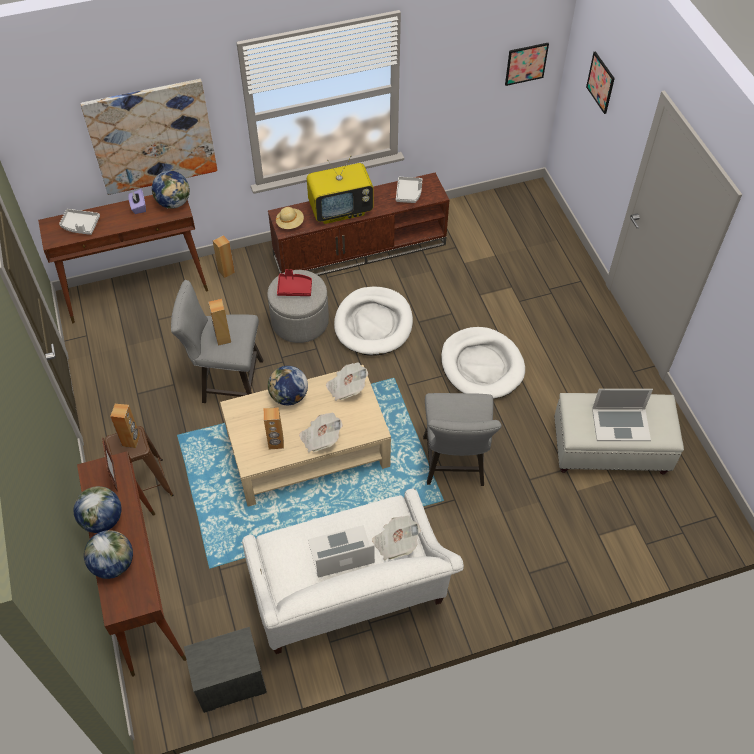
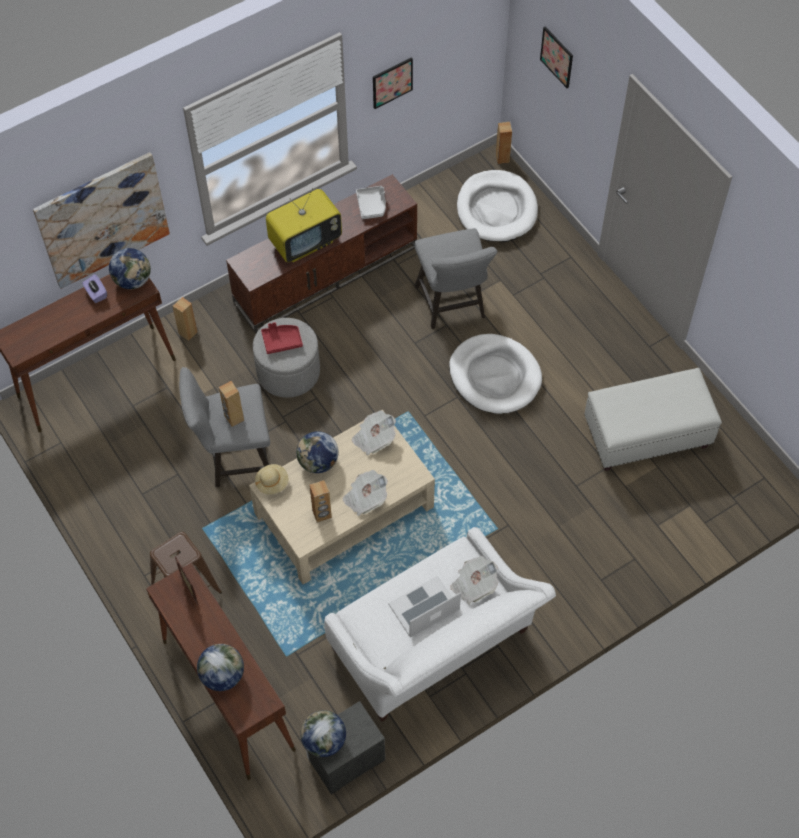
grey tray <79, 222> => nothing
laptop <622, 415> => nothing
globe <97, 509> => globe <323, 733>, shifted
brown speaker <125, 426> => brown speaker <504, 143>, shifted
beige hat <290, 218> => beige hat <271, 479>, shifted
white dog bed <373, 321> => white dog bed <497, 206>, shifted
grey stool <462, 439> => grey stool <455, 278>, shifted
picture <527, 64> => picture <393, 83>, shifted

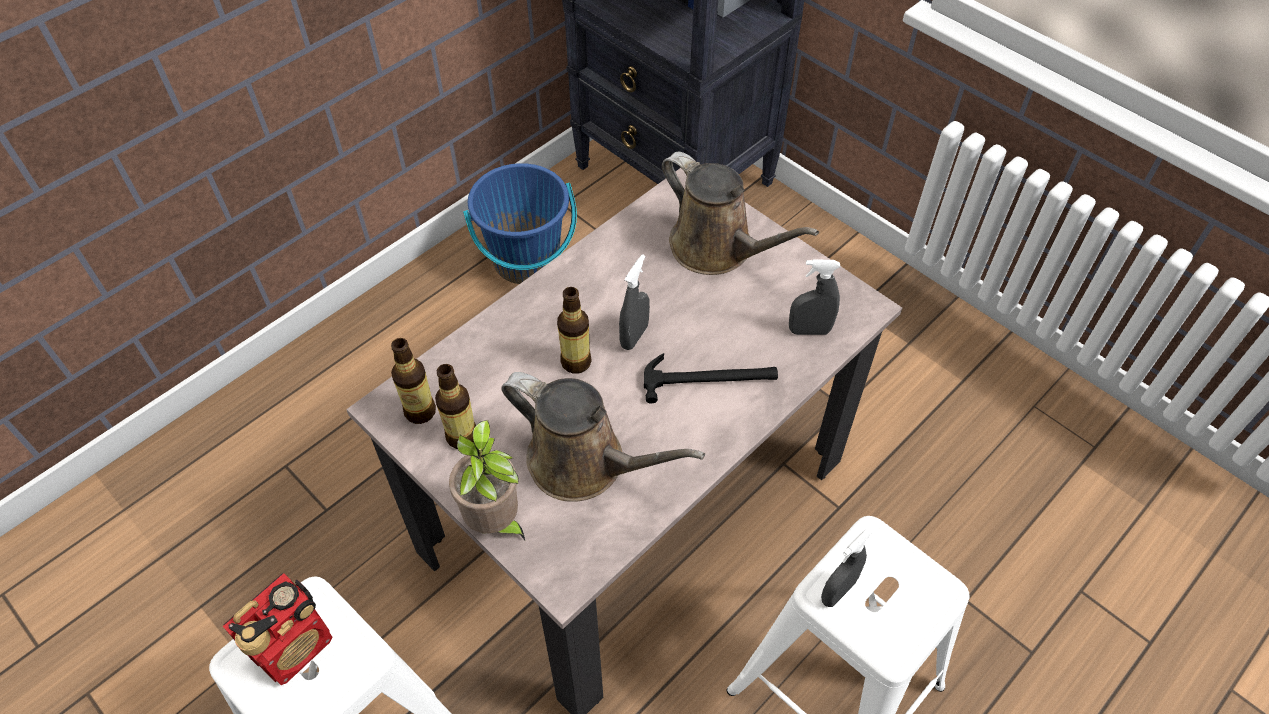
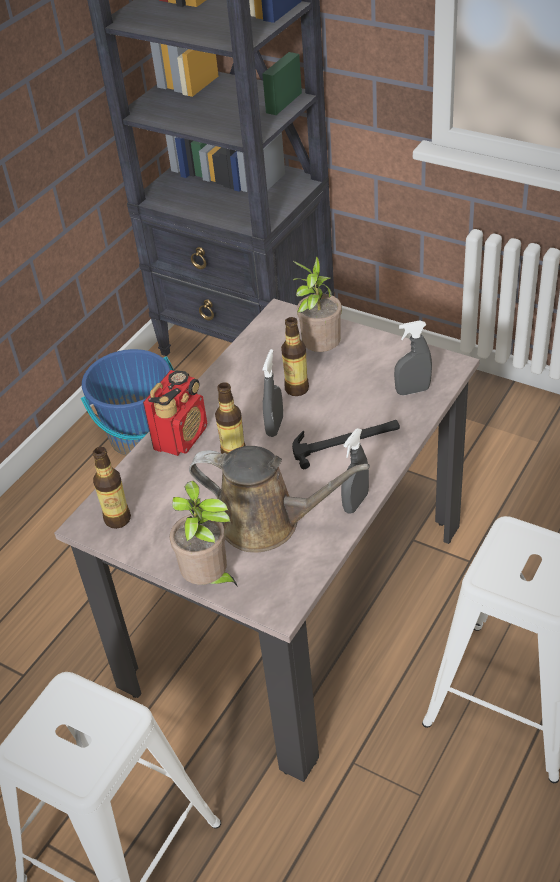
radio <277, 629> => radio <175, 413>, shifted
bottle <455, 406> => bottle <295, 356>, shifted
grey spray bottle <846, 568> => grey spray bottle <355, 471>, shifted
brown watering can <740, 213> => potted plant <317, 304>

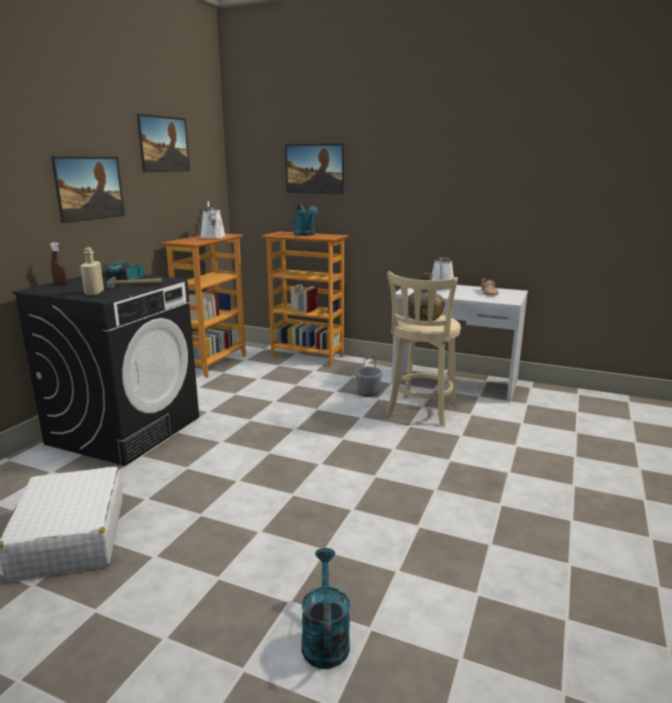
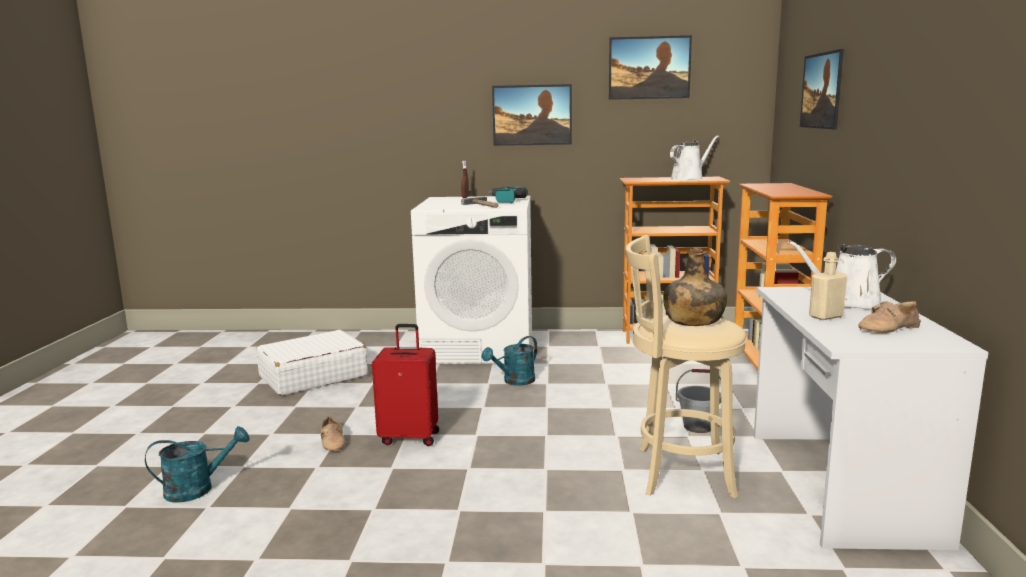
nothing => beige shoe <333, 433>
nothing => red suitcase <405, 385>
beige bottle <92, 271> => beige bottle <828, 286>, shifted
turquoise watering can <306, 220> => turquoise watering can <510, 361>, shifted
black washing machine <105, 369> => white washing machine <471, 279>

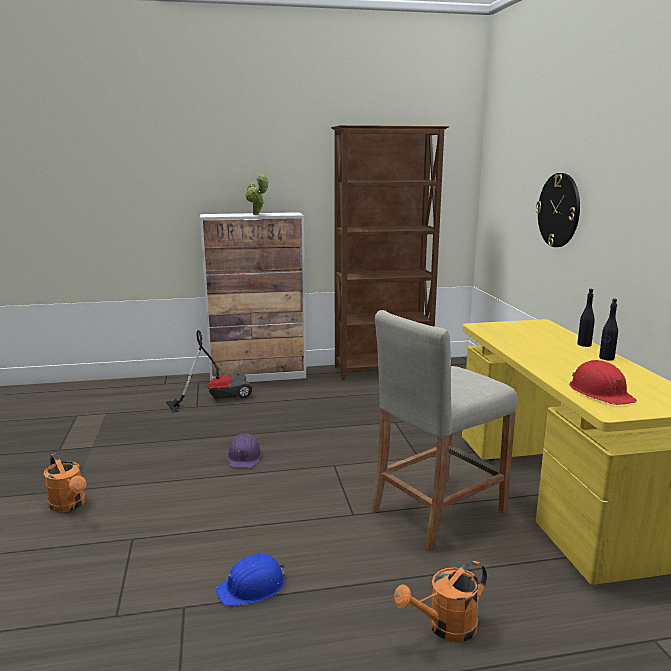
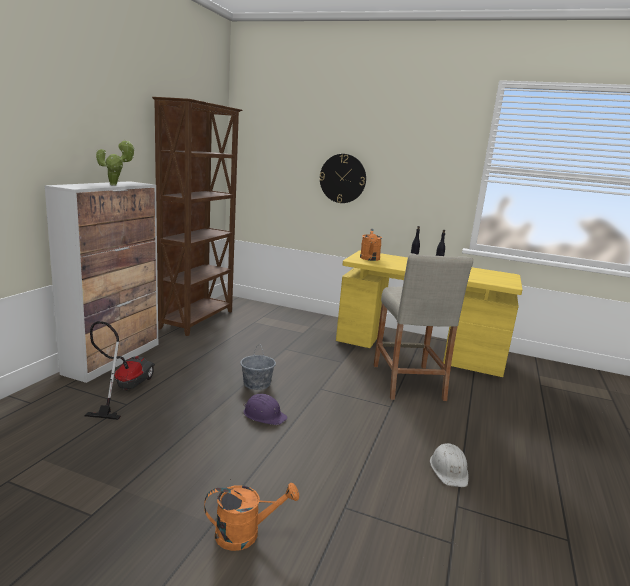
red hard hat <603, 382> => nothing
nothing => grey bucket <258, 367>
orange watering can <440, 601> => orange watering can <371, 245>, shifted
blue hard hat <251, 580> => white hard hat <449, 465>

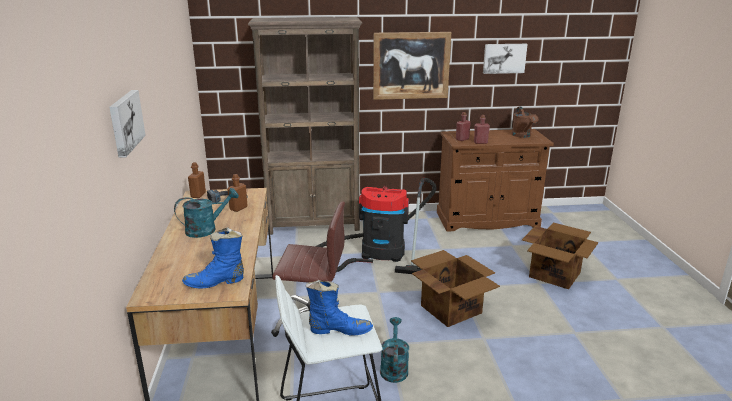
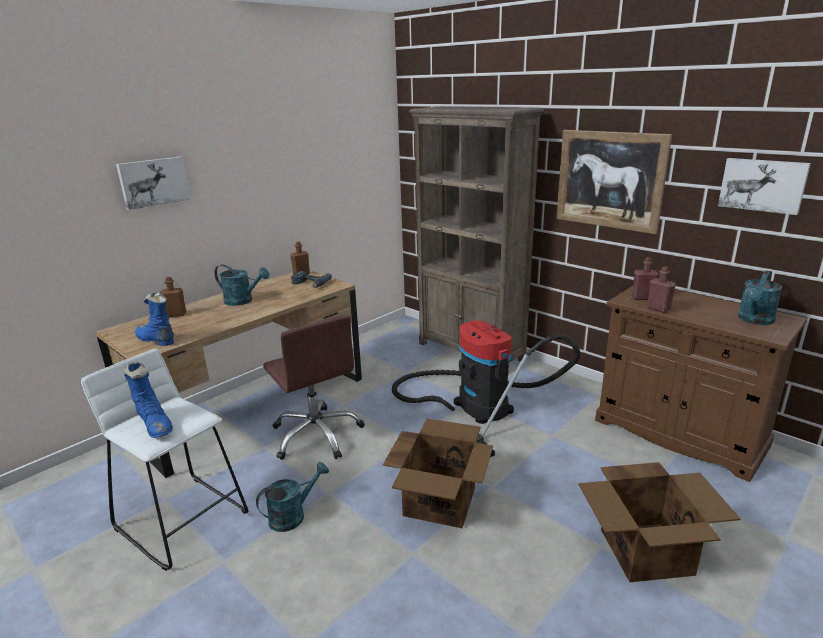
brown bottle <237, 193> => brown bottle <173, 297>, shifted
brown watering can <525, 122> => turquoise watering can <760, 297>

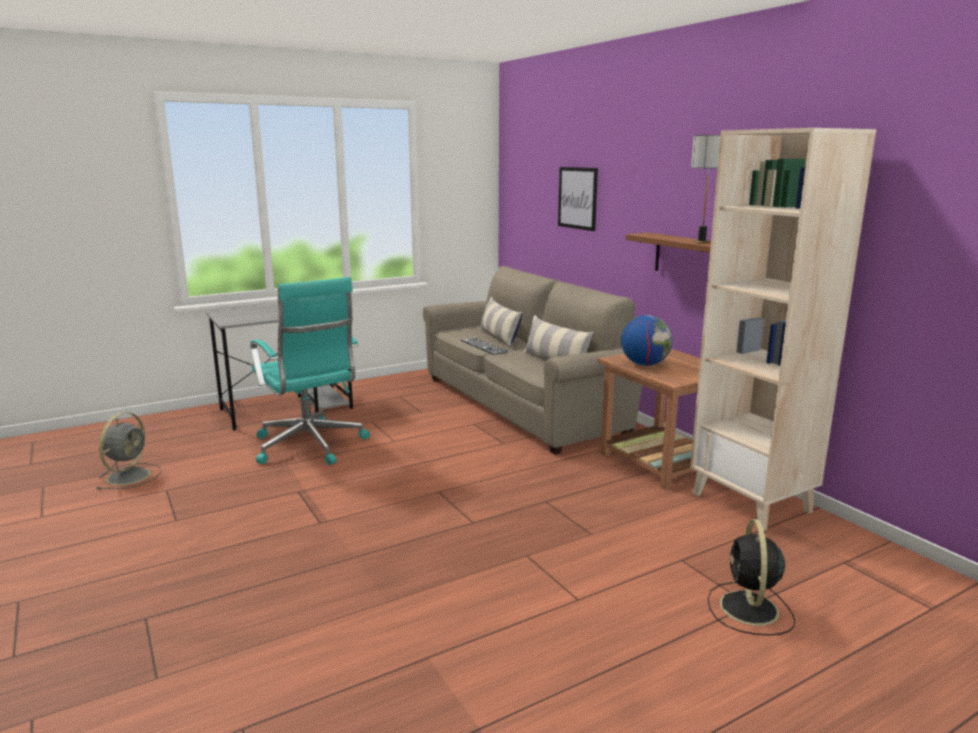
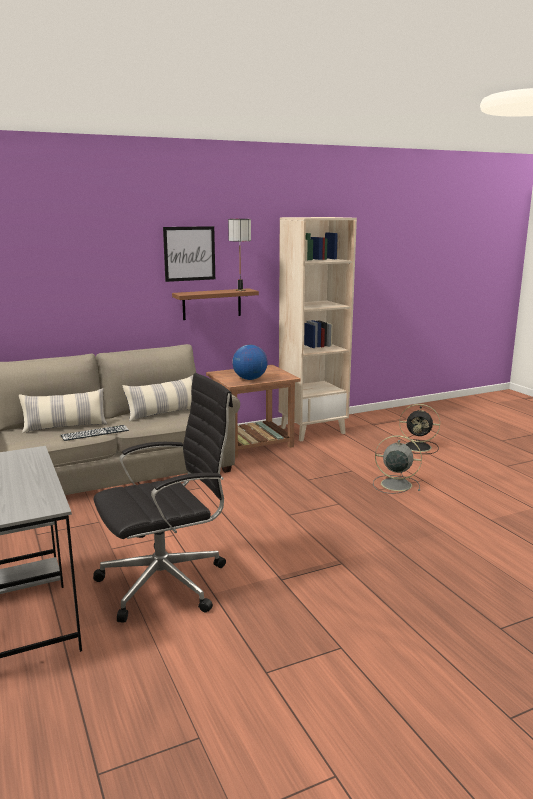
grey fan <129, 450> => grey fan <397, 464>, shifted
picture <578, 199> => picture <189, 254>, shifted
turquoise office chair <310, 371> => black office chair <163, 497>

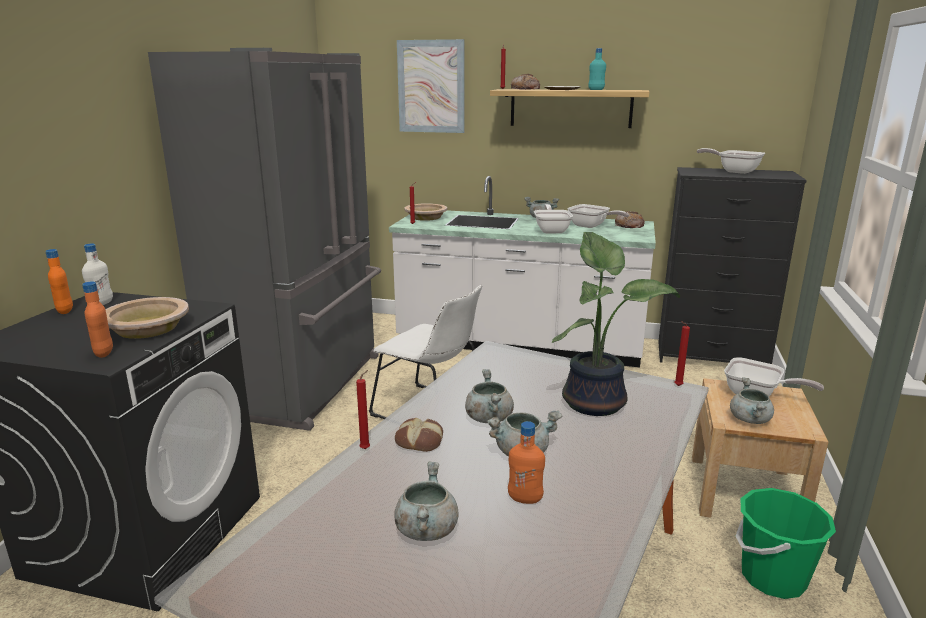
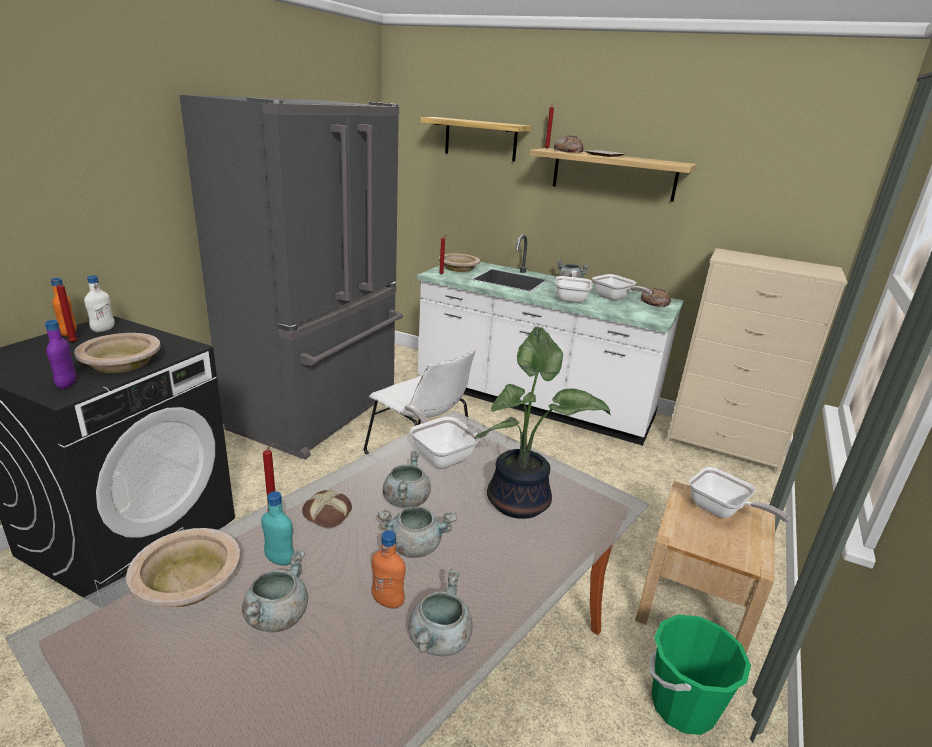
nothing => beige bowl <183, 567>
turquoise bottle <597, 69> => turquoise bottle <277, 528>, shifted
red candle <682, 353> => red candle <64, 311>, shifted
frying pan <731, 161> => frying pan <442, 436>, shifted
grey cooking pot <752, 400> => grey cooking pot <440, 612>, shifted
picture <431, 86> => shelf <476, 139>
orange bottle <97, 319> => purple bottle <61, 354>
black dresser <732, 265> => beige dresser <756, 361>

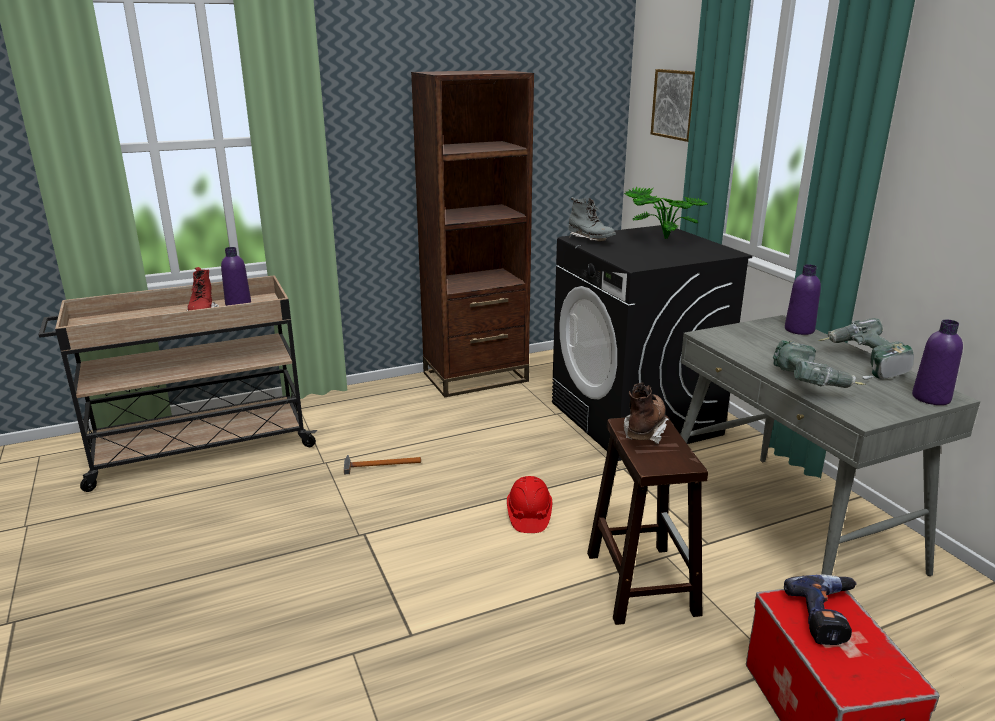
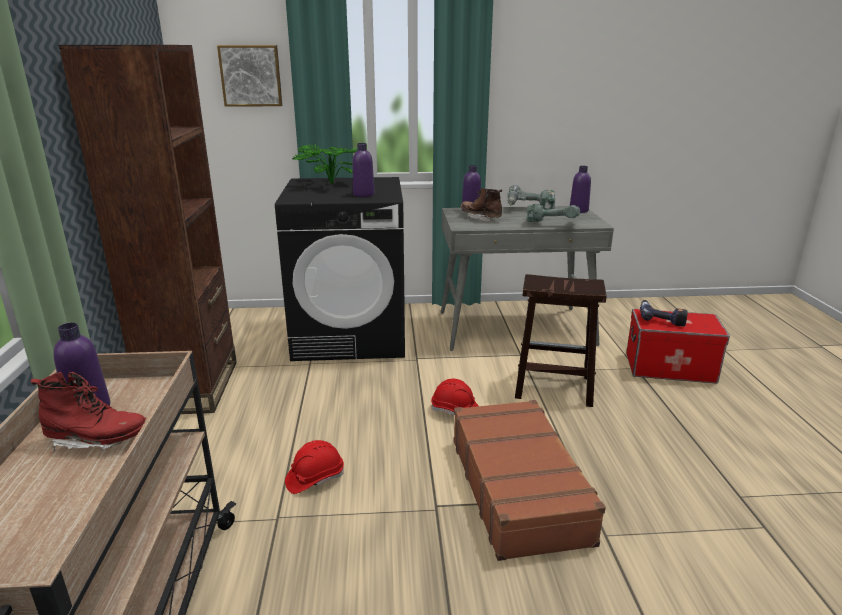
grey boot <592, 219> => nothing
nothing => purple bottle <364, 170>
nothing => brown suitcase <530, 480>
brown boot <646, 413> => brown boot <481, 205>, shifted
hammer <382, 464> => red hard hat <314, 467>

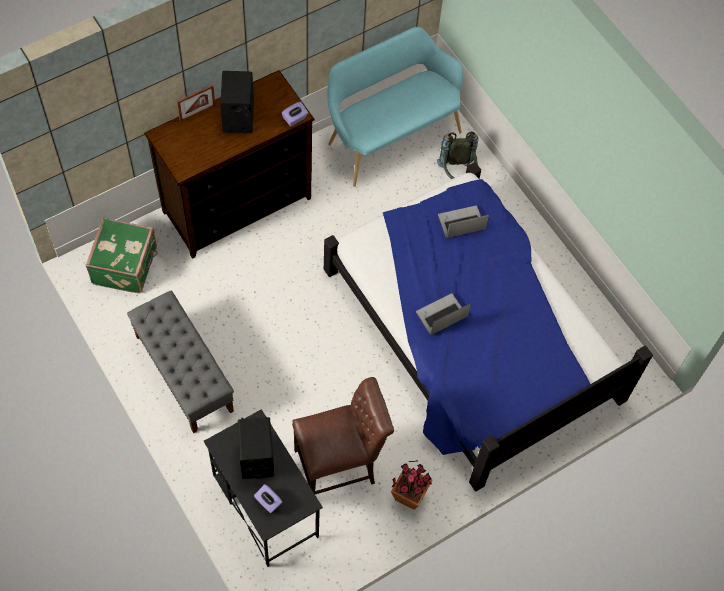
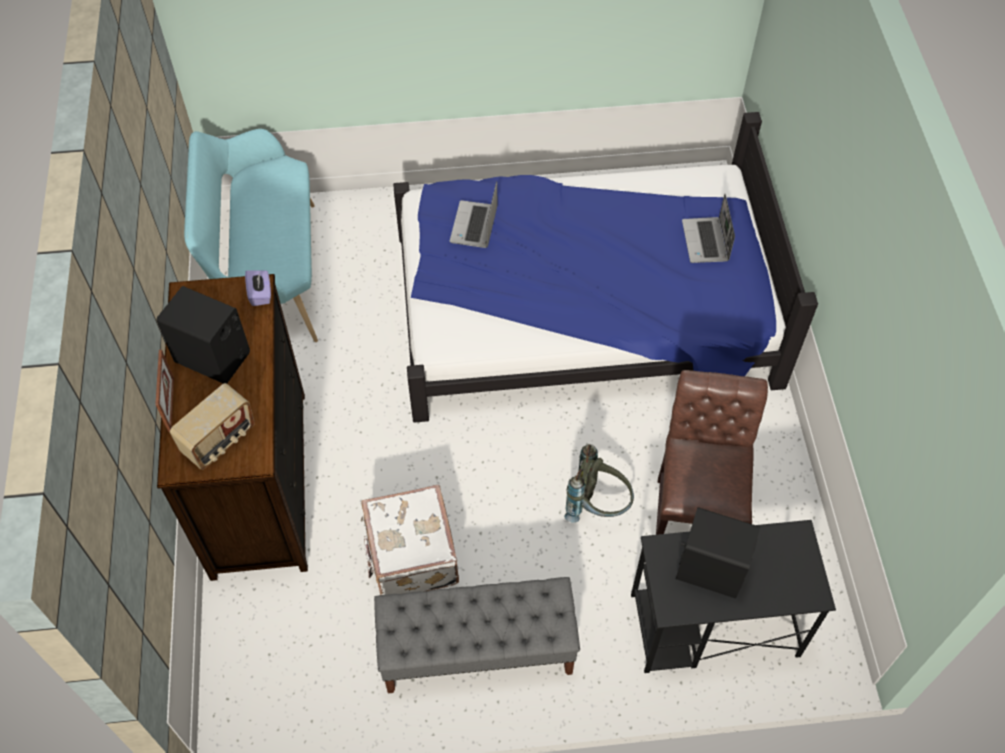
green suitcase <121, 255> => nothing
purple tissue box <268, 498> => nothing
potted plant <411, 485> => nothing
nothing => radio <212, 426>
nothing => white suitcase <410, 539>
laptop <443, 314> => laptop <708, 228>, shifted
grey backpack <457, 155> => grey backpack <599, 483>, shifted

